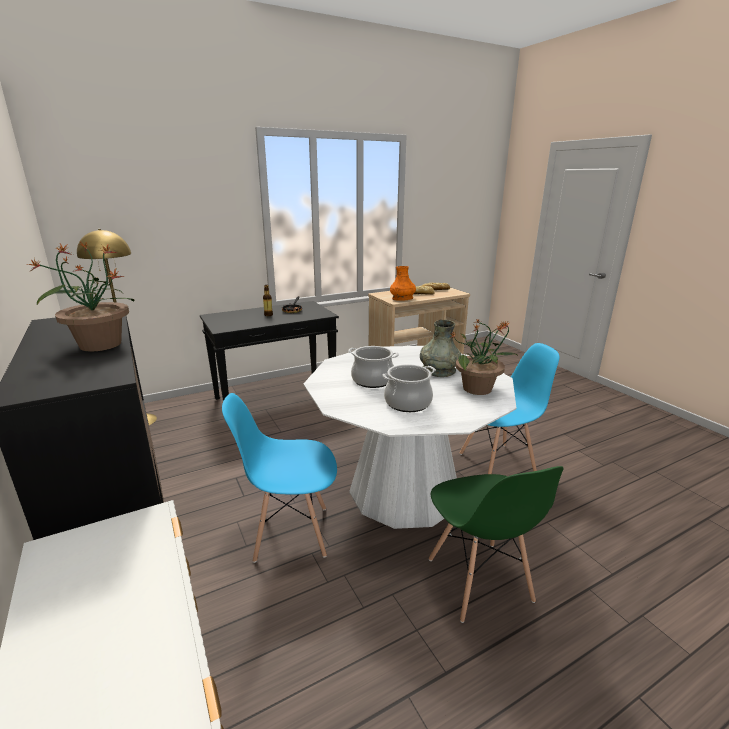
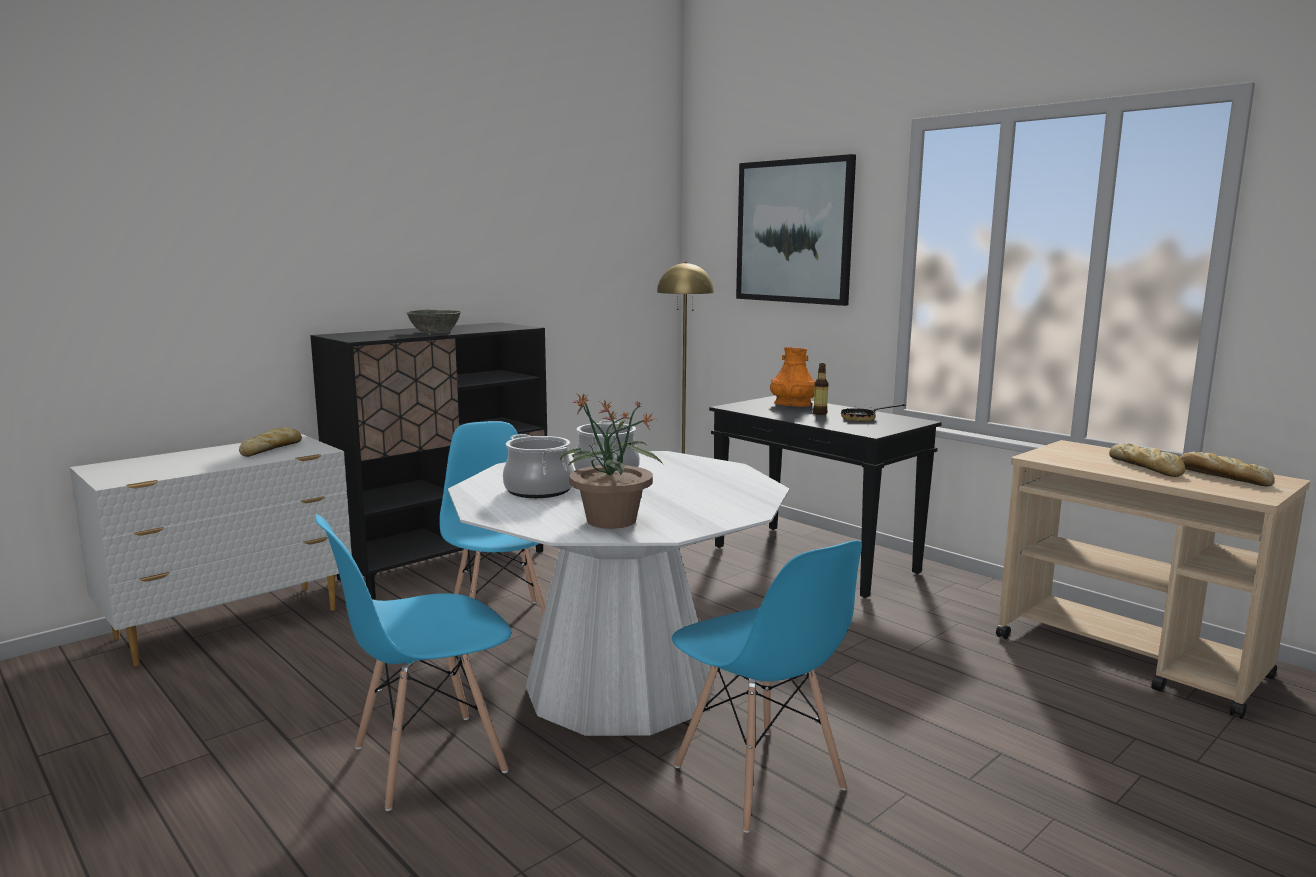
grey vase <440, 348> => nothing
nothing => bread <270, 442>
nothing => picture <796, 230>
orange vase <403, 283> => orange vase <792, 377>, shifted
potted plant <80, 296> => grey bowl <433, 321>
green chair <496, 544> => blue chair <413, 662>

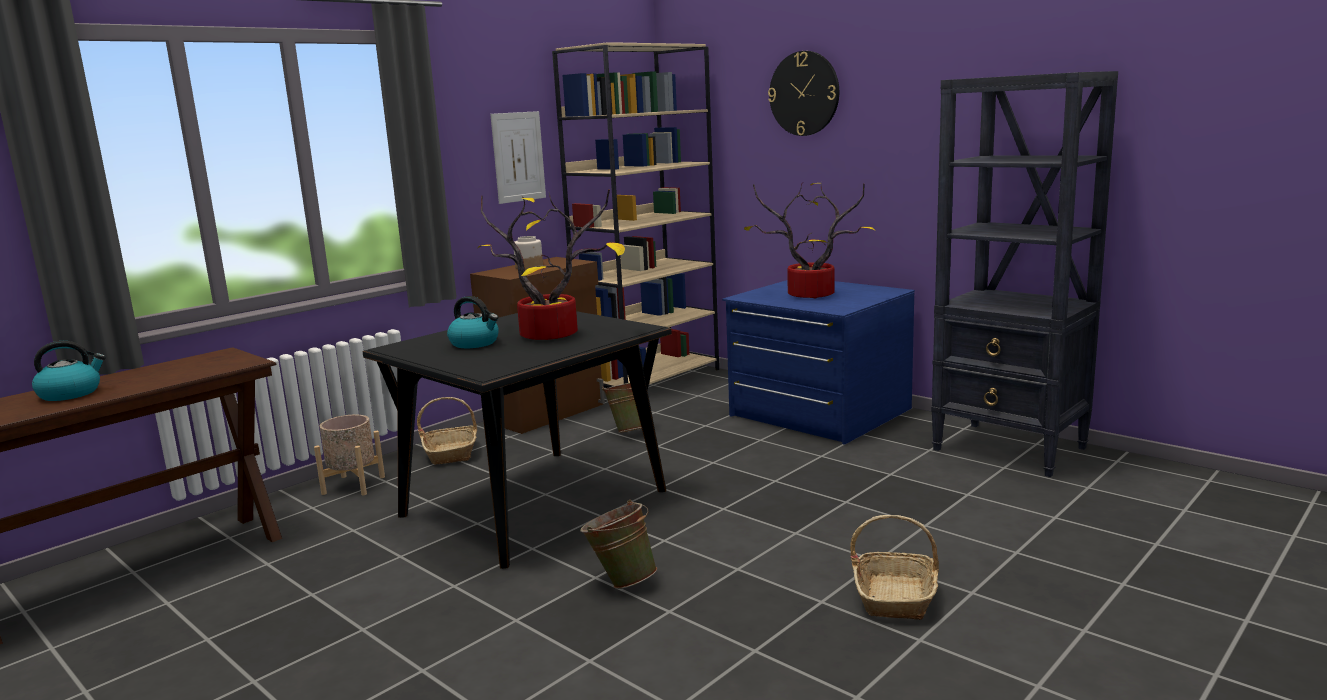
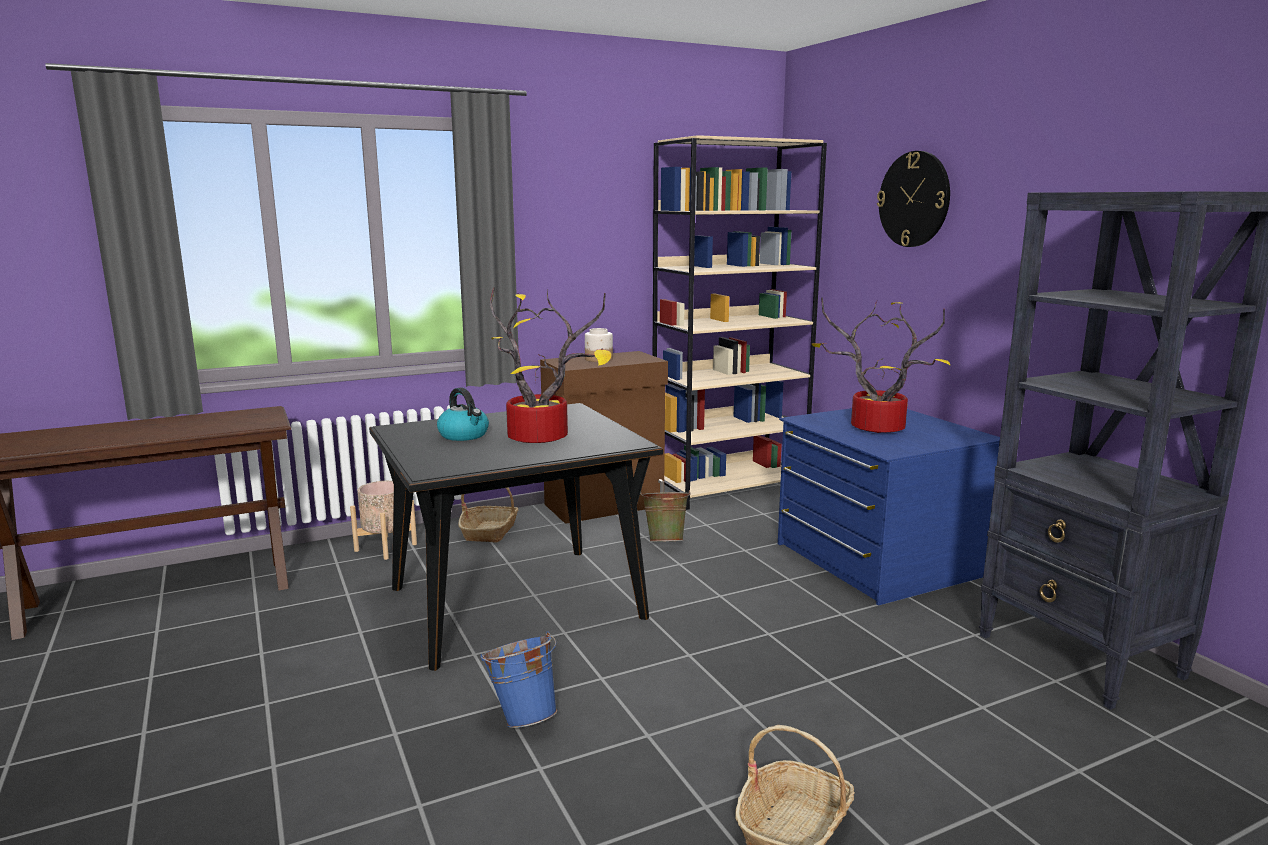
kettle <69, 371> => nothing
picture <518, 157> => nothing
green bucket <618, 544> => blue bucket <518, 679>

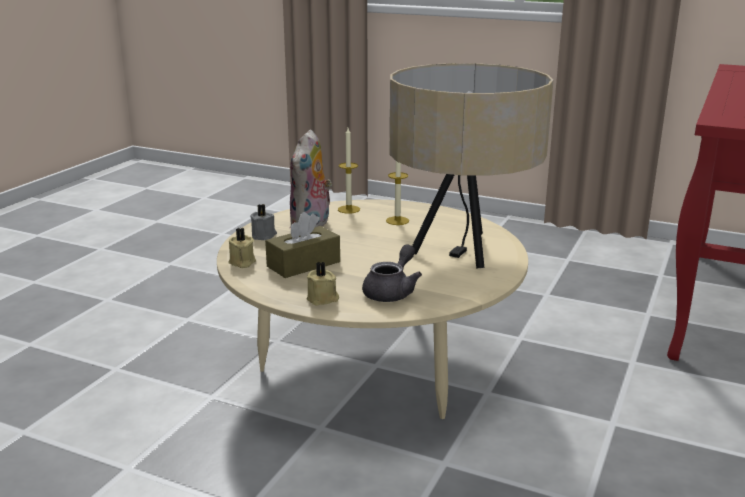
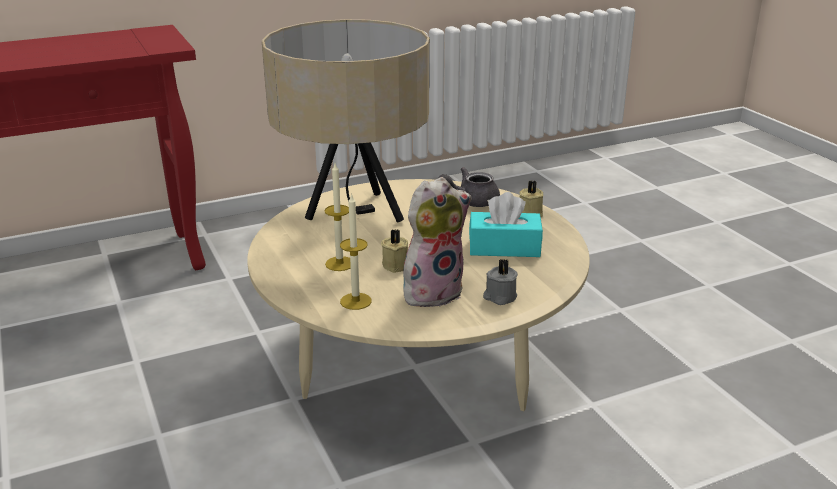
beige candle <242, 248> => beige candle <394, 251>, shifted
brown tissue box <302, 245> => turquoise tissue box <506, 224>

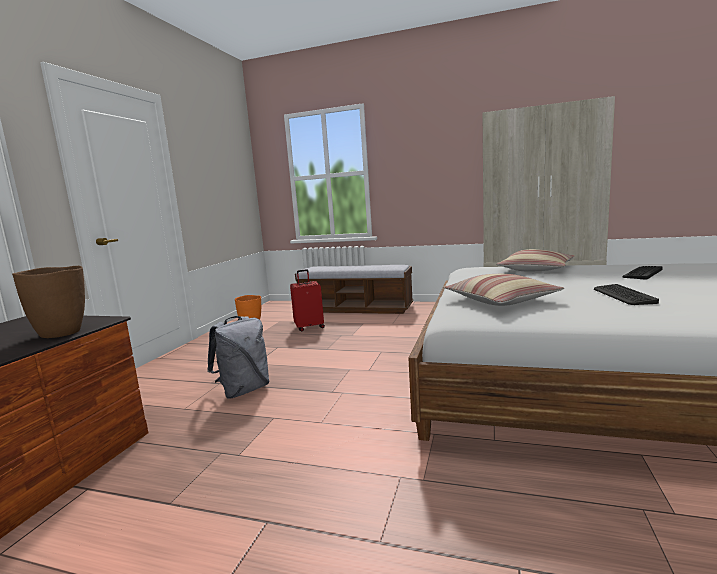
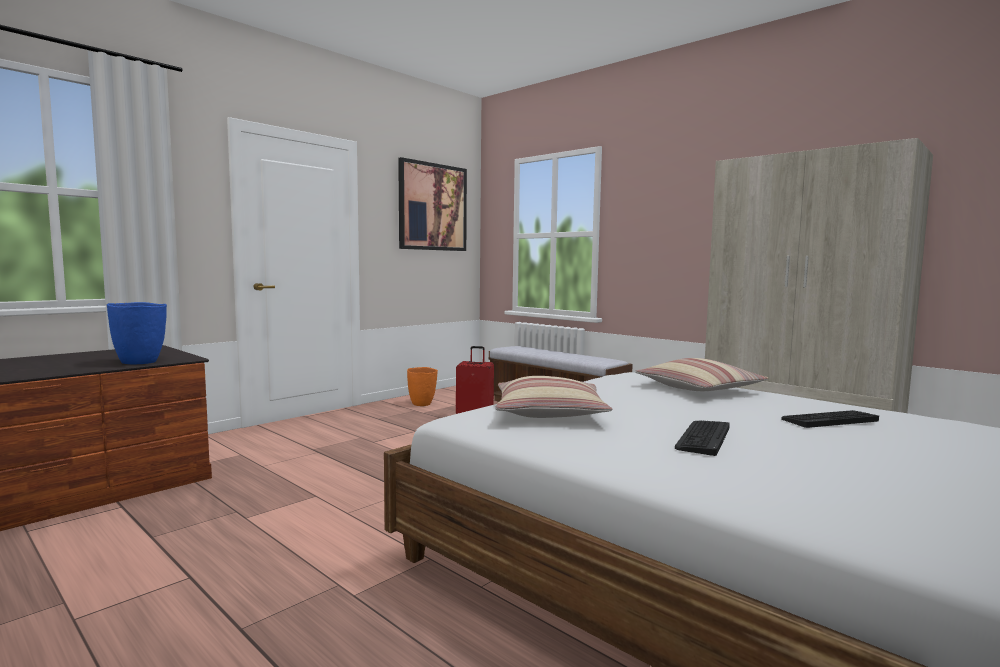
grey backpack <238, 357> => nothing
nothing => picture <432, 204>
brown vase <48, 302> => blue vase <137, 333>

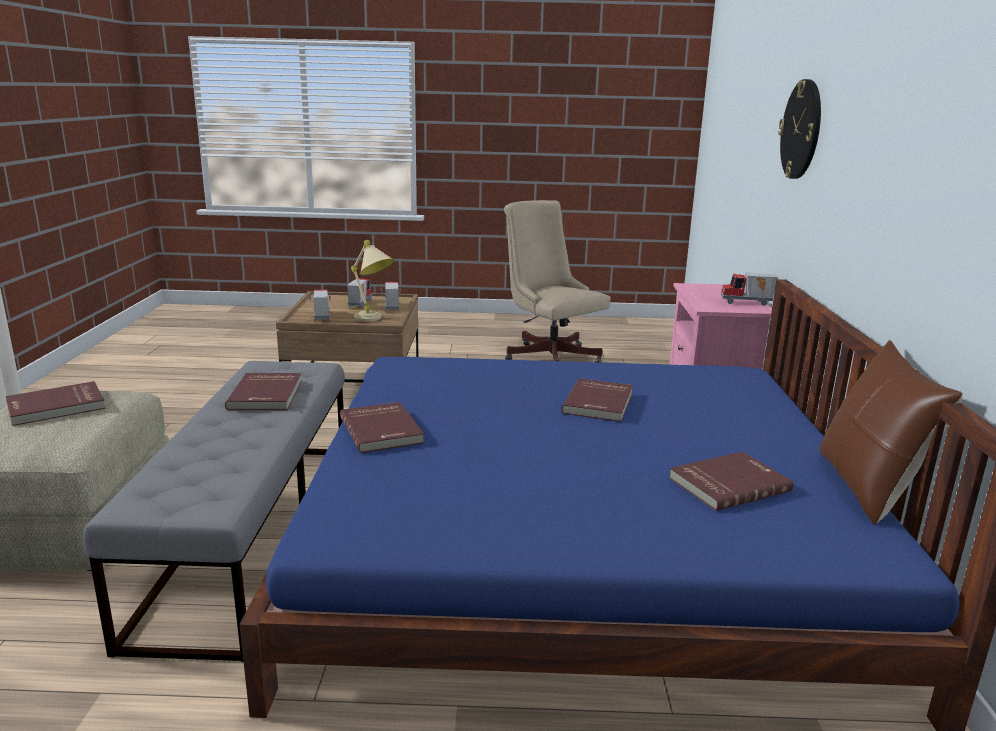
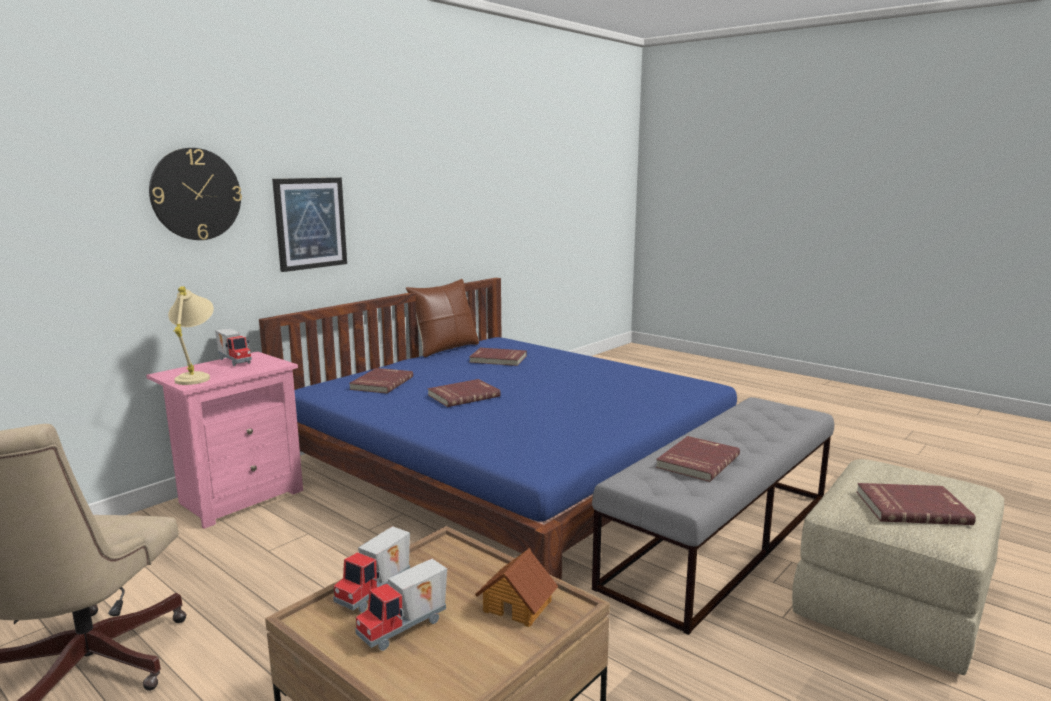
nothing => picture <309, 225>
red book <382, 427> => red book <381, 381>, shifted
beige table lamp <372, 281> => beige table lamp <191, 335>, shifted
toy truck <320, 305> => toy house <516, 587>

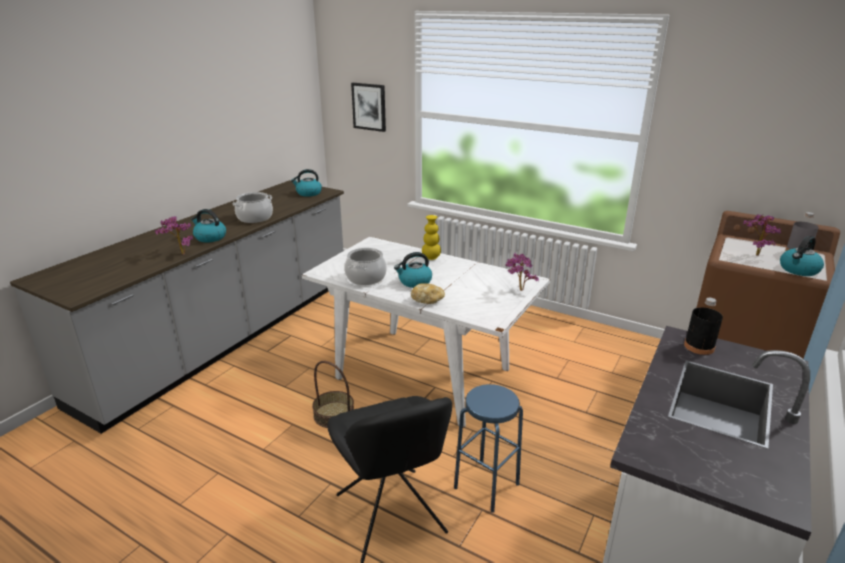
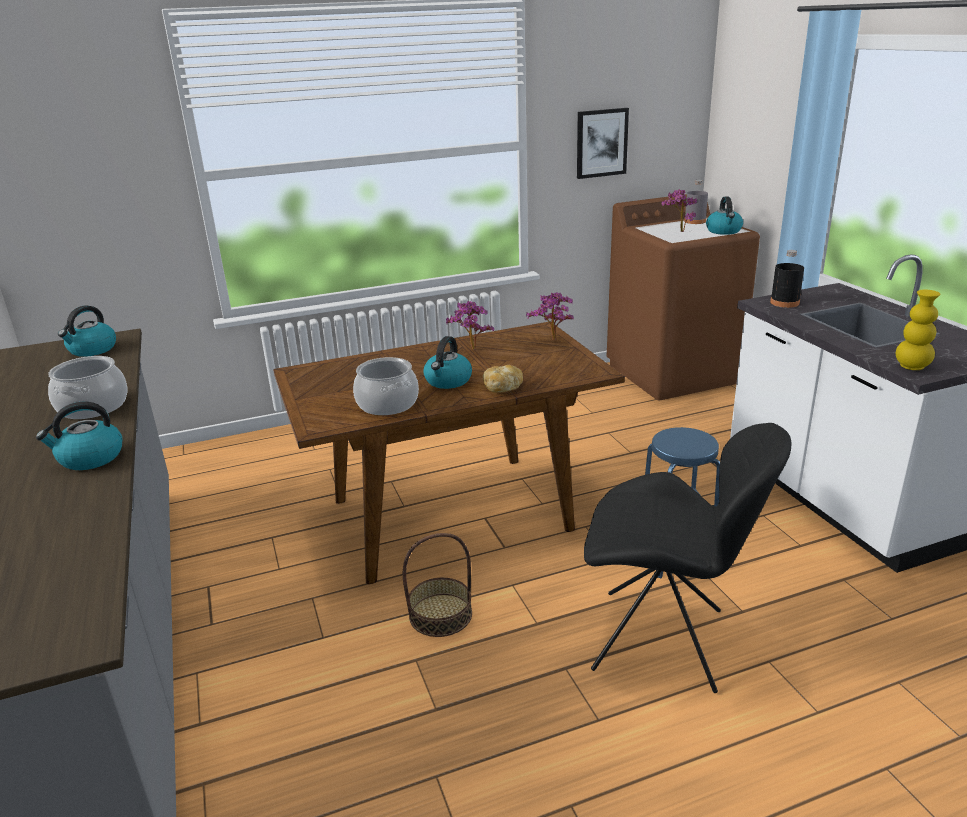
potted plant <174, 235> => potted plant <470, 325>, shifted
picture <368, 107> => picture <603, 143>, shifted
yellow vase <431, 237> => yellow vase <918, 330>, shifted
white dining table <425, 332> => brown dining table <449, 452>

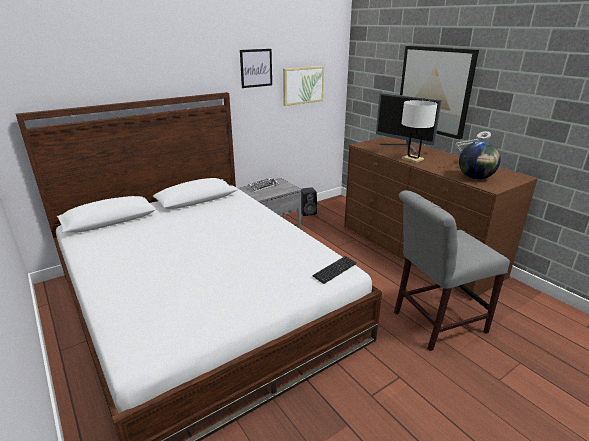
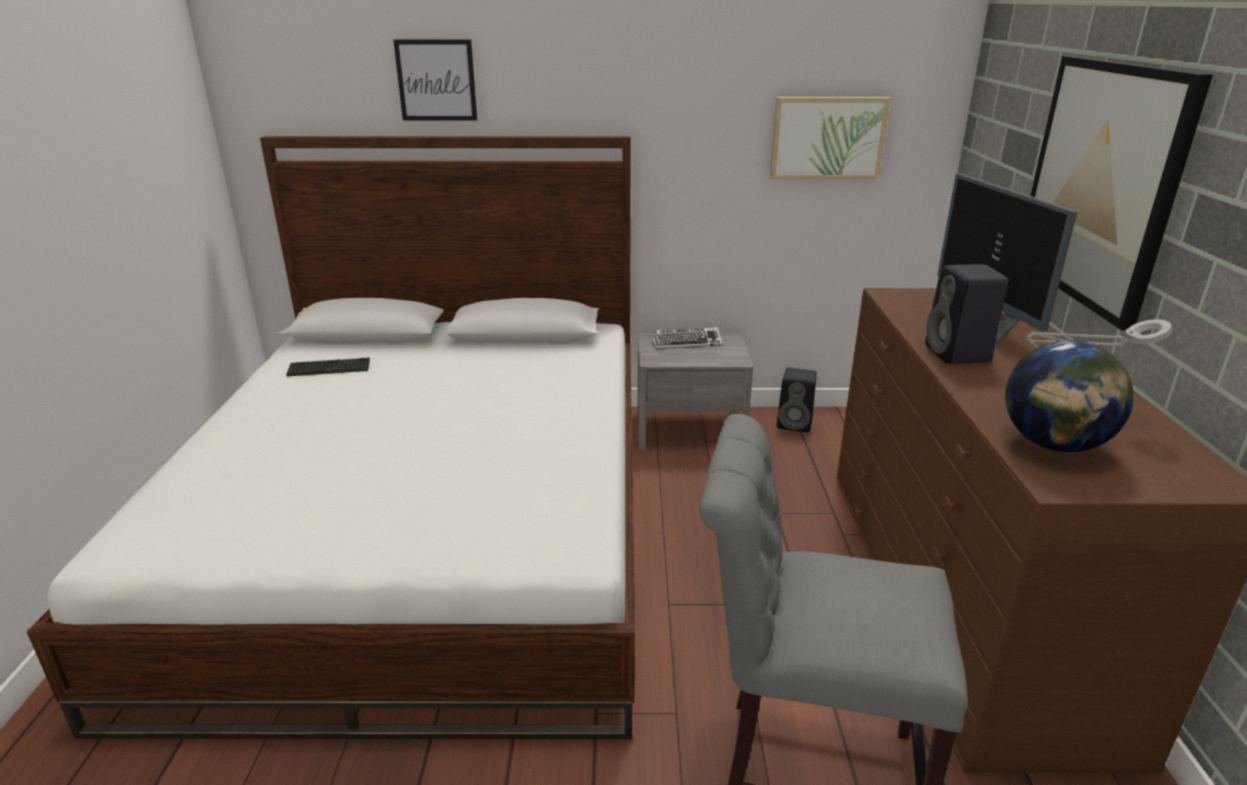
picture <256, 68> => picture <435, 80>, shifted
keyboard <334, 270> => keyboard <328, 367>, shifted
white table lamp <419, 131> => black speaker <966, 314>

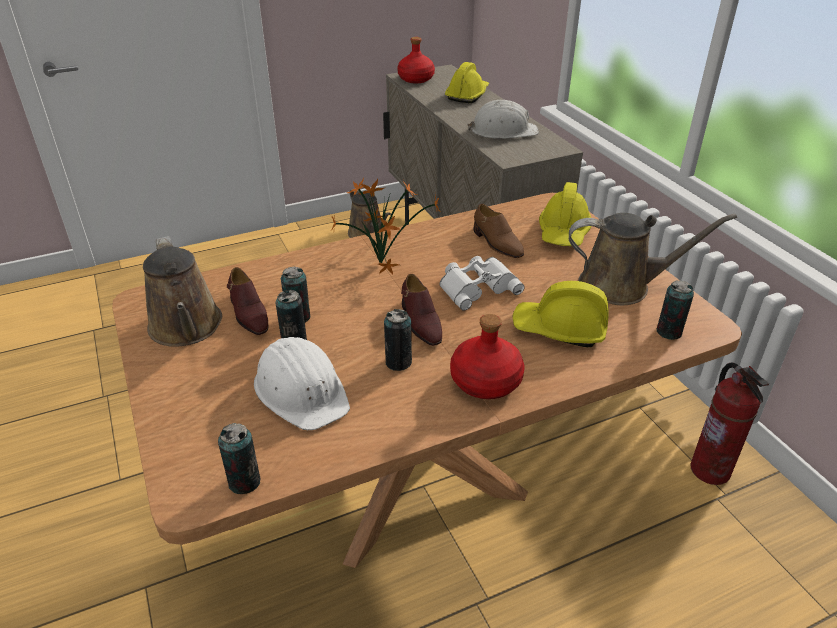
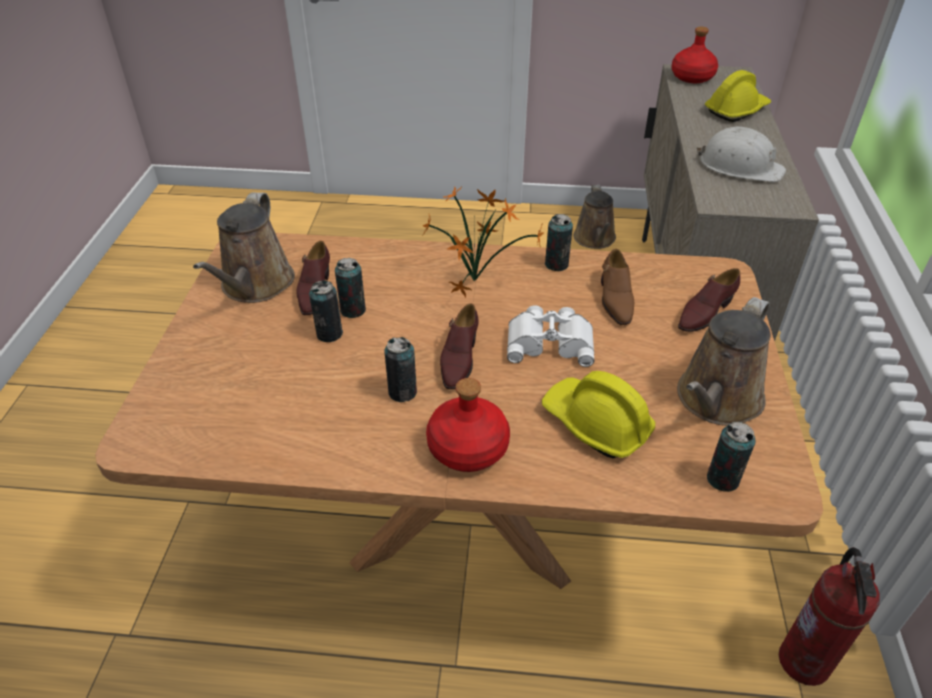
white hard hat <302, 383> => nothing
can <239, 458> => can <559, 242>, shifted
yellow hard hat <565, 214> => brown shoe <709, 300>
brown watering can <653, 259> => brown watering can <724, 361>, 90 degrees clockwise

